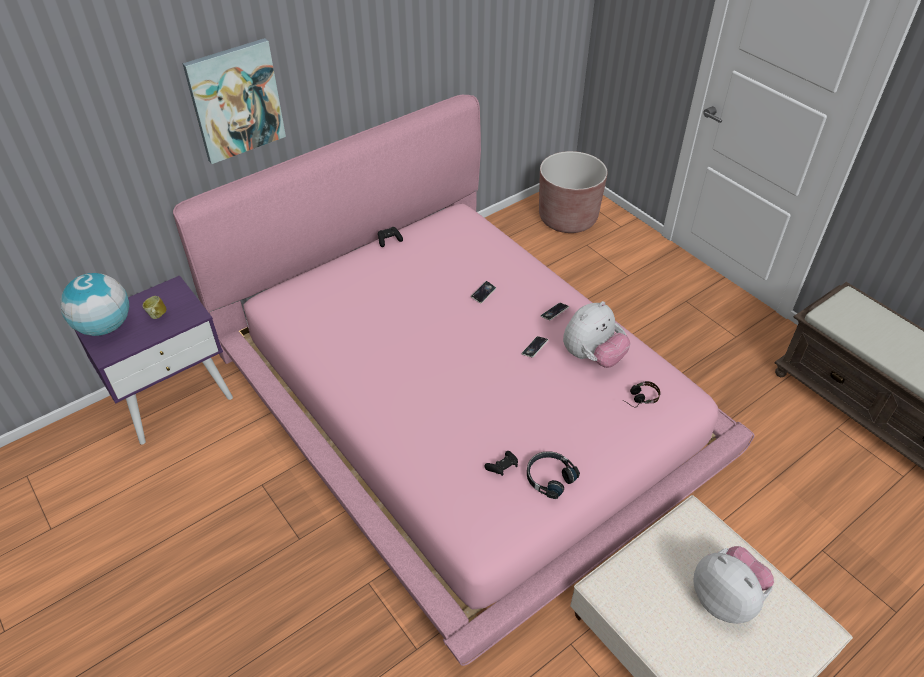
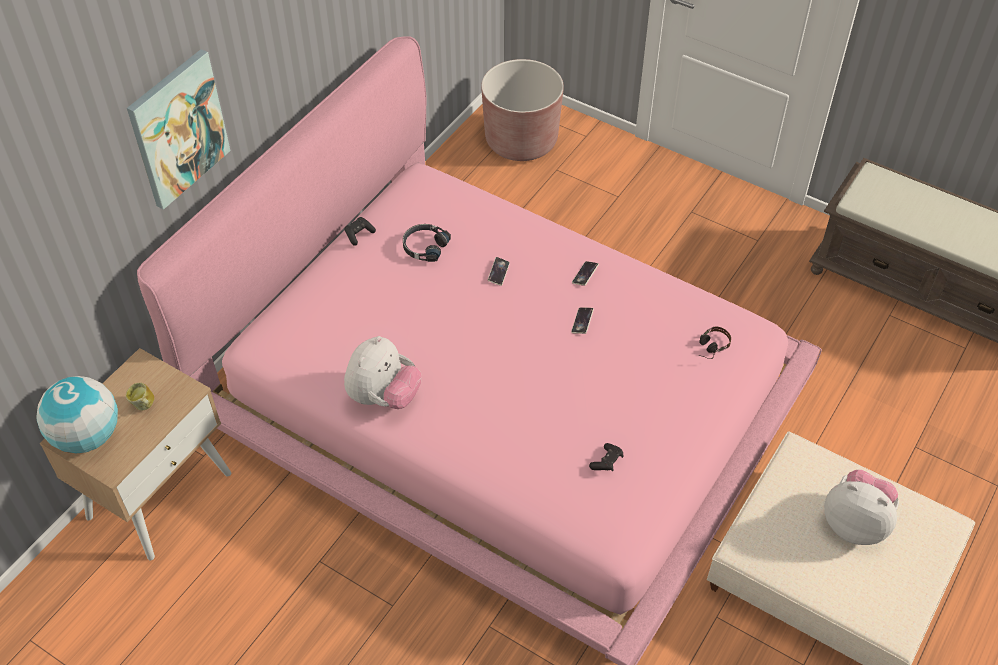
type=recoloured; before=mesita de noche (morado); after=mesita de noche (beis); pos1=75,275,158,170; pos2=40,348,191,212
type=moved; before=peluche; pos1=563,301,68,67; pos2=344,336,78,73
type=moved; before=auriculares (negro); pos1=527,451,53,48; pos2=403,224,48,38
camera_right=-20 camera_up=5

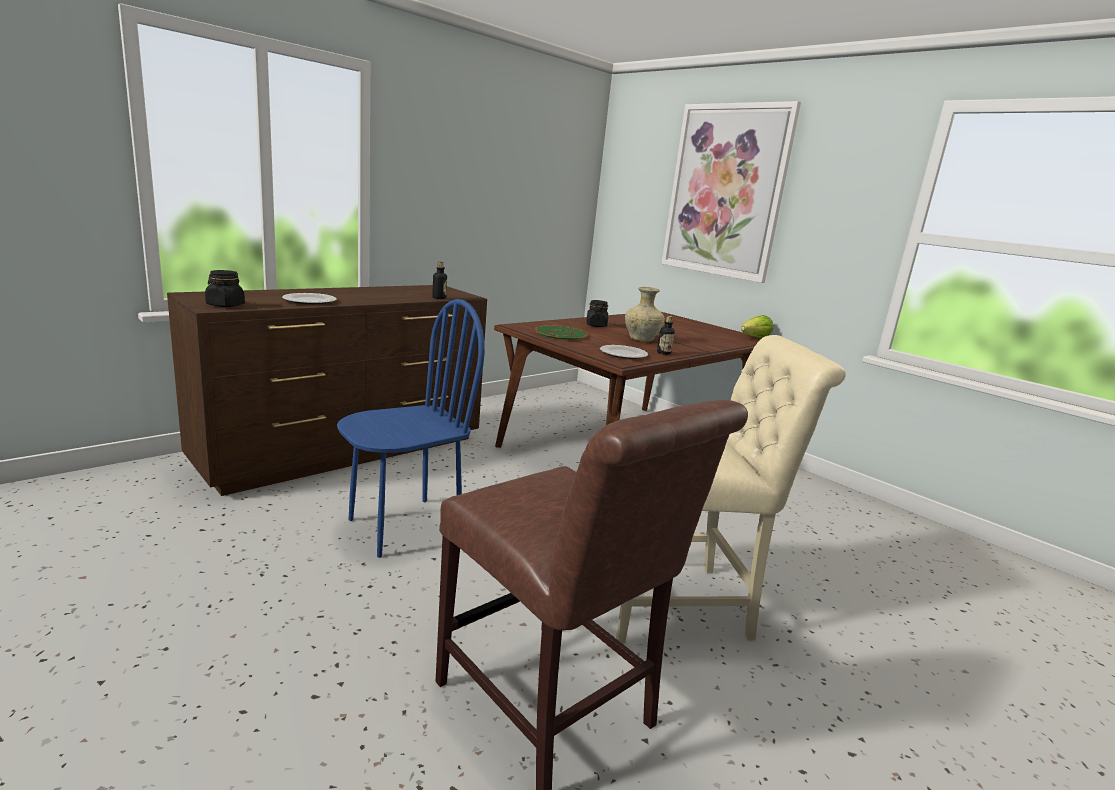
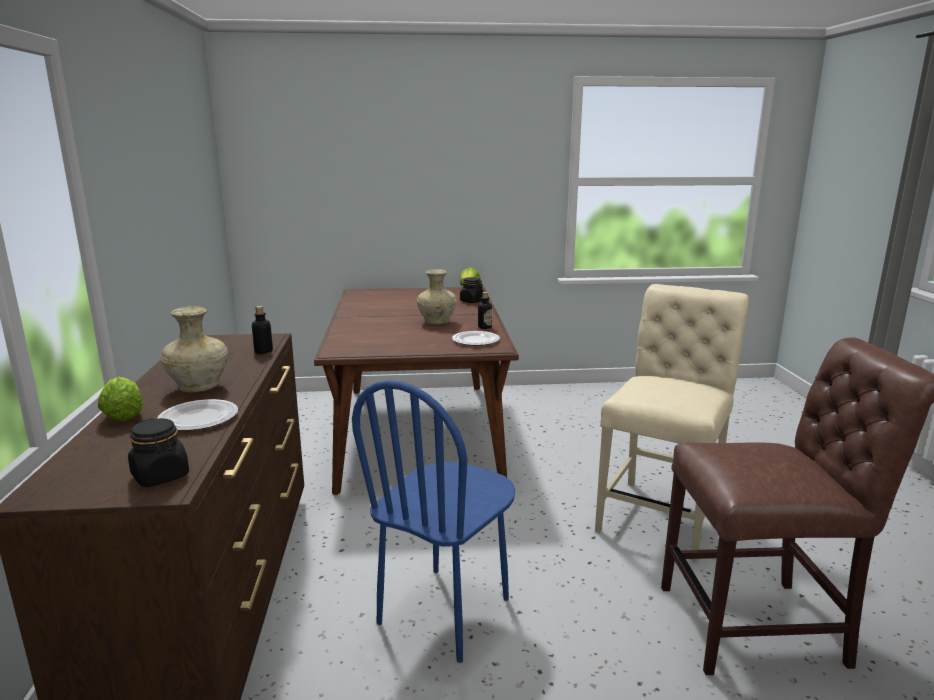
type=added; after=lechuga; pos2=98,377,45,44
type=added; after=florero (beis); pos2=161,306,67,86
type=turned; before=silla (azul); pos1=337,299,148,259; pos2=352,380,163,283; turn=-150
type=moved; before=tarro (negro); pos1=586,300,22,27; pos2=460,277,24,26
type=removed; before=plato (verde); pos1=535,326,53,14
type=removed; before=cuadro; pos1=662,101,139,182
camera_right=-50 camera_up=0

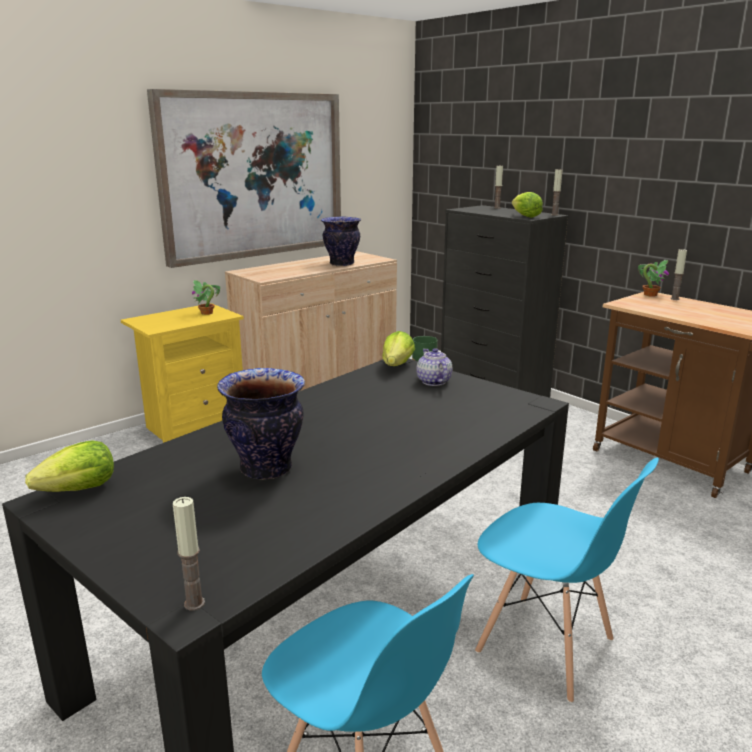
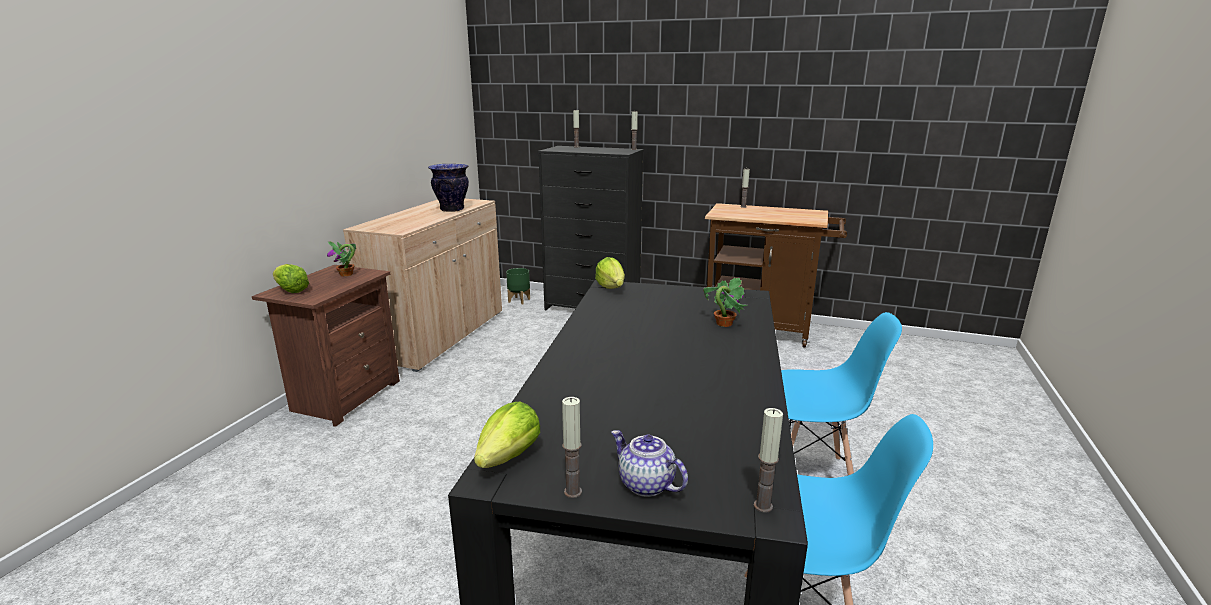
type=recoloured; before=mesita de noche (amarillo); after=mesita de noche (marrón); pos1=121,303,123,140; pos2=252,265,148,162
type=moved; before=lechuga; pos1=512,192,31,26; pos2=273,264,36,29
type=added; after=vela; pos2=562,397,20,101
type=moved; before=tetera; pos1=416,348,36,38; pos2=611,430,77,67
type=moved; before=planta en maceta; pos1=638,260,31,37; pos2=703,278,45,49
type=removed; before=cuadro; pos1=147,89,194,179
type=removed; before=florero; pos1=217,368,88,112
camera_right=-30 camera_up=0

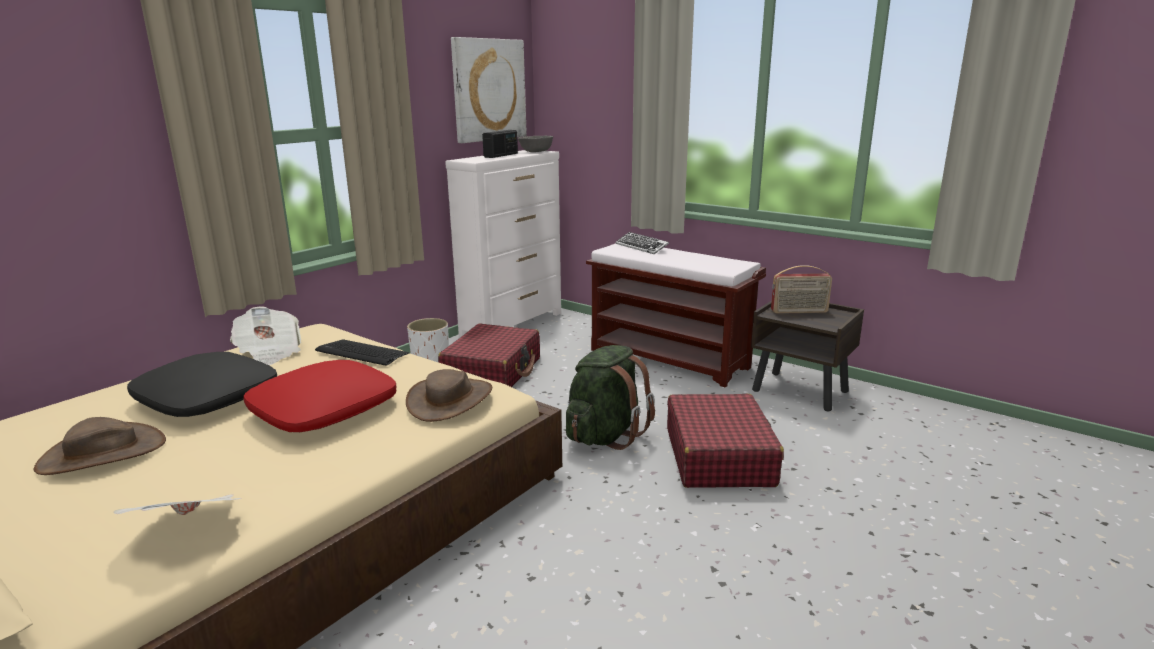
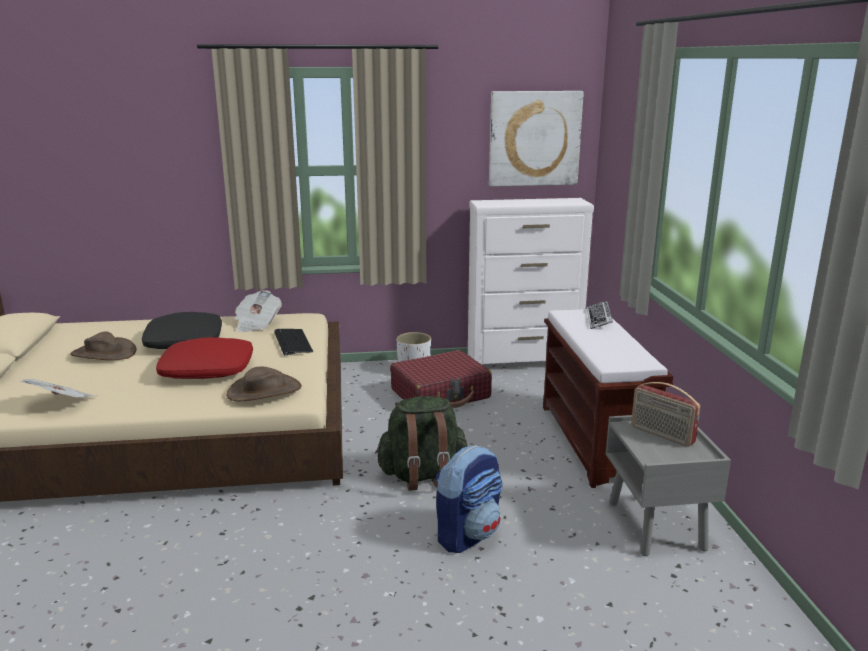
type=replaced; before=maleta (rojo); after=mochila; pos1=667,394,117,94; pos2=435,445,68,108
type=recoloured; before=mesita de noche (marrón); after=mesita de noche (gris); pos1=751,301,113,110; pos2=606,415,125,141
type=removed; before=radio; pos1=482,130,36,28
type=removed; before=cuenco (gris); pos1=518,136,35,16
camera_right=45 camera_up=0

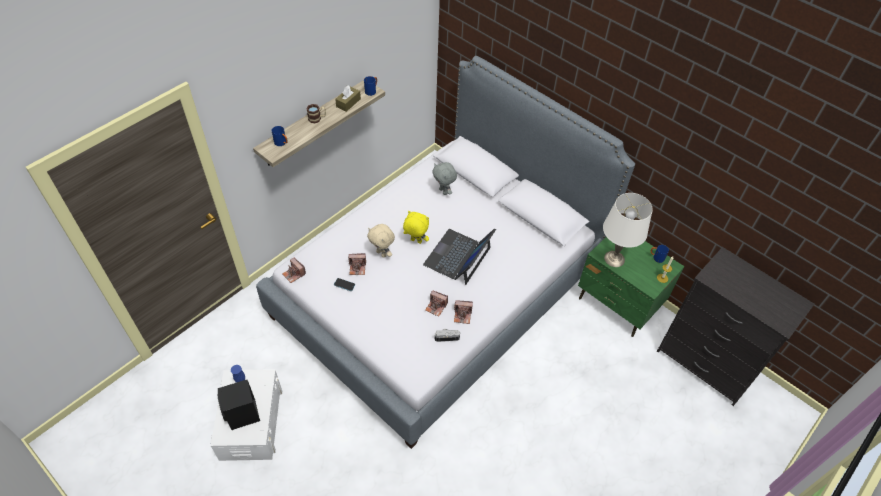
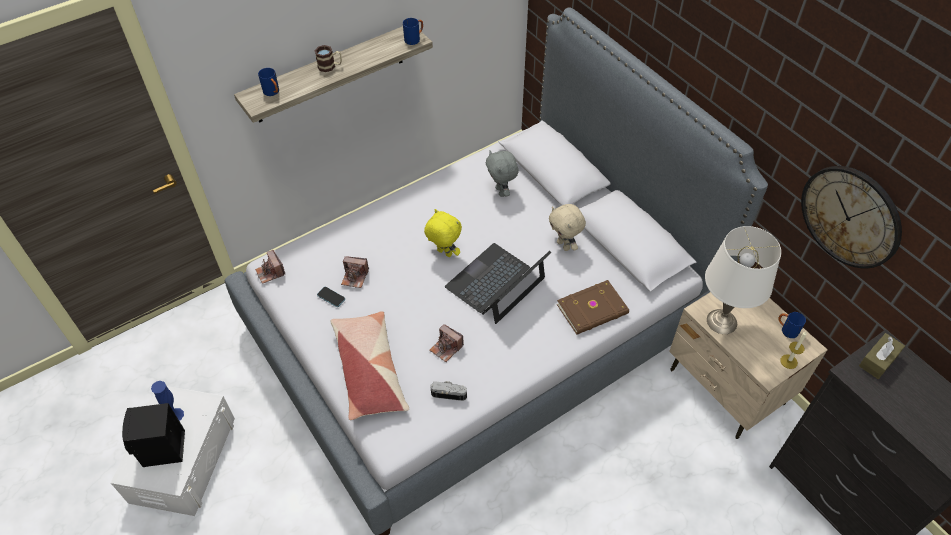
type=added; after=cojín; pos2=331,311,78,109
type=moved; before=peluche (beis); pos1=367,224,28,34; pos2=549,204,37,47
type=added; after=libro (marrón); pos2=557,280,72,55
type=recoloured; before=mesita de noche (verde); after=mesita de noche (beis); pos1=578,237,107,100; pos2=669,292,159,147
type=added; after=reloj de pared; pos2=801,166,101,102
type=moved; before=caja de pañuelos (marrón); pos1=335,86,26,26; pos2=859,333,46,46
type=removed; before=cámara; pos1=454,300,19,24
camera_right=15 camera_up=0

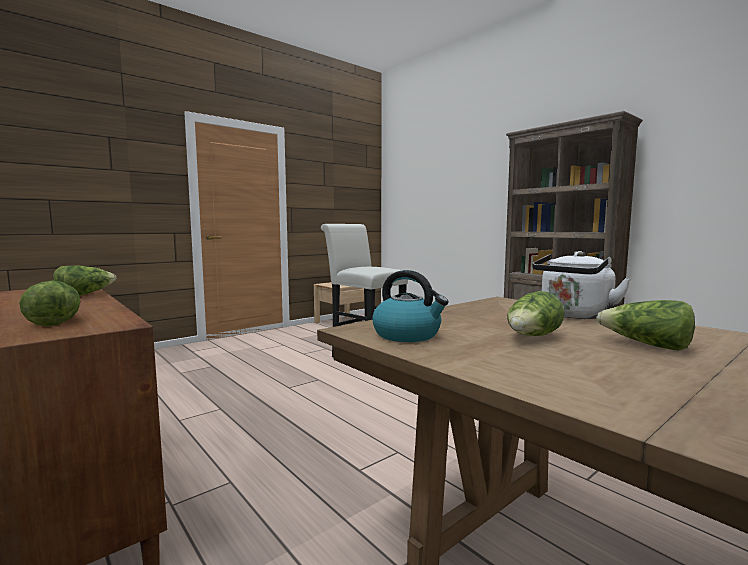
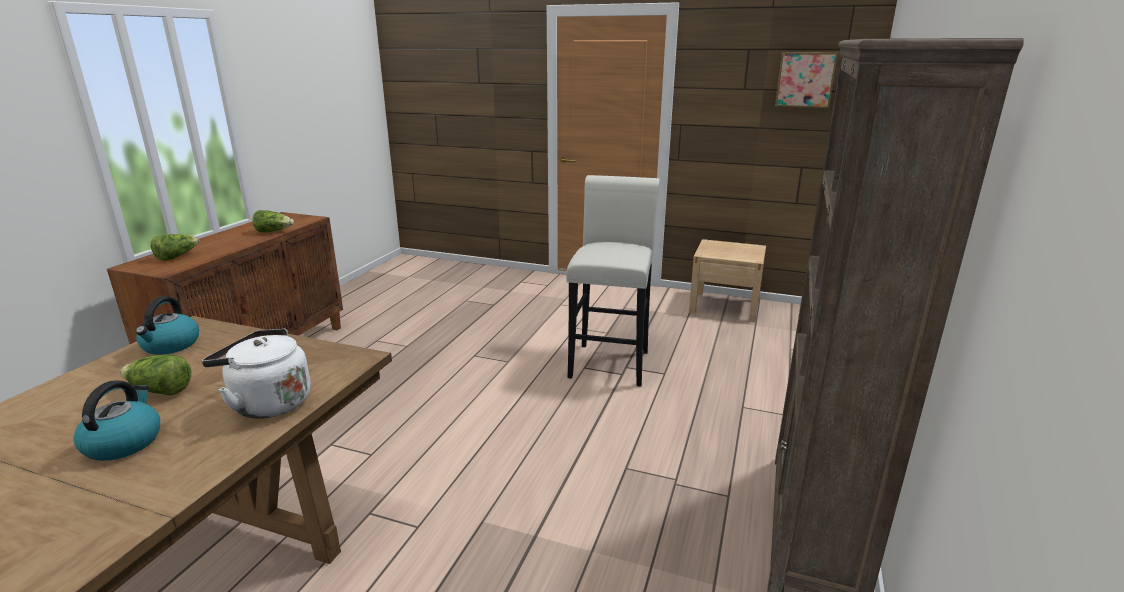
type=replaced; before=lechuga; after=hervidor; pos1=596,300,99,51; pos2=73,380,87,81
type=added; after=cuadro; pos2=775,52,63,56
camera_right=60 camera_up=15

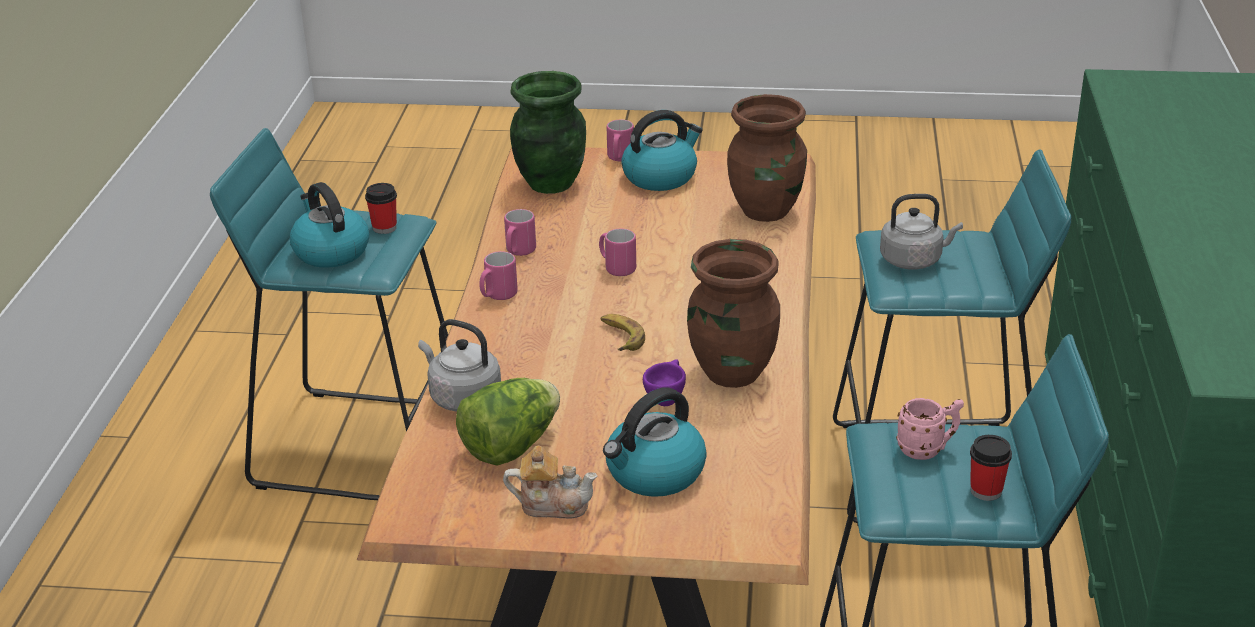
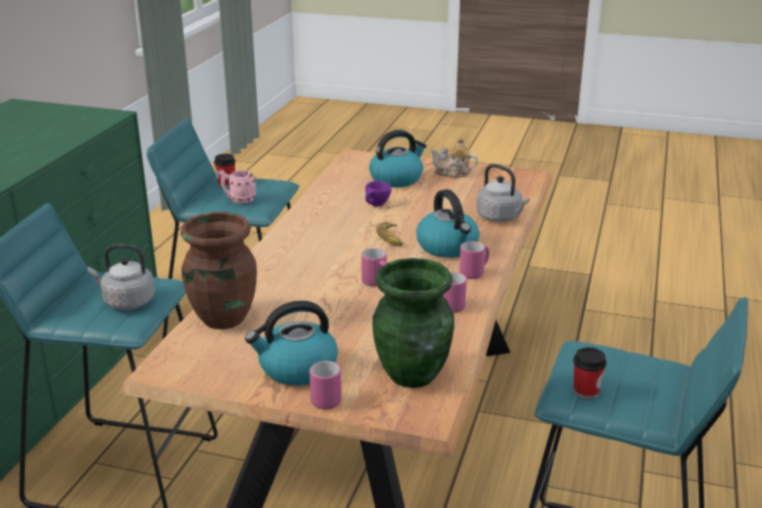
type=moved; before=hervidor; pos1=290,182,79,86; pos2=416,189,63,69
type=removed; before=lechuga; pos1=456,378,104,88
type=removed; before=florero (marrón); pos1=687,239,93,149
camera_right=-170 camera_up=-5

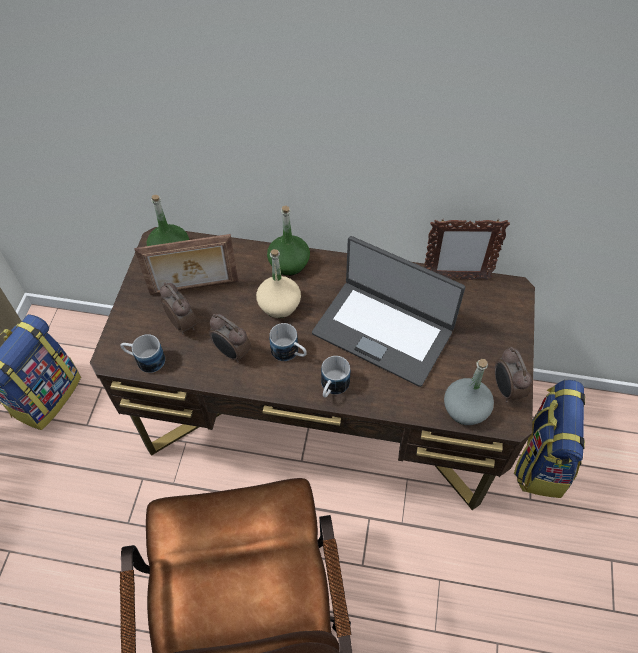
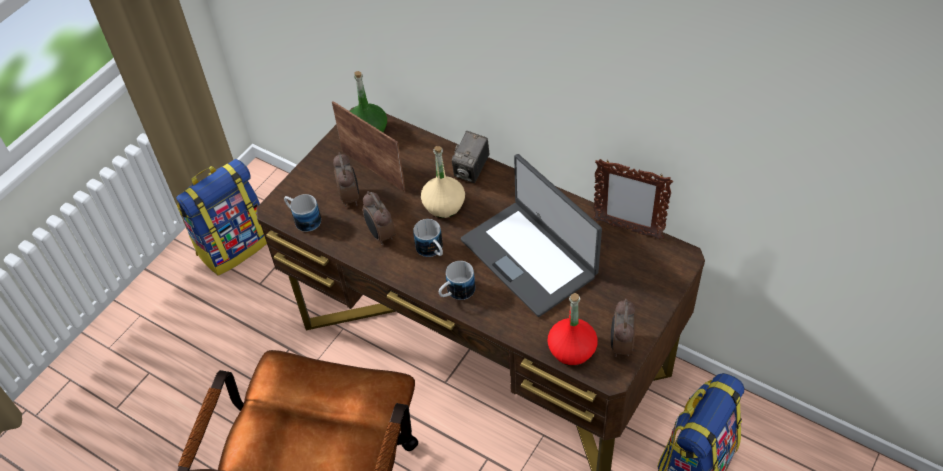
type=turned; before=portarretratos; pos1=134,234,104,61; pos2=332,101,73,91; turn=-150
type=replaced; before=botella (verde); after=cámara; pos1=267,206,43,70; pos2=452,131,38,52
type=recoloured; before=botella (gris); after=botella (rojo); pos1=444,359,50,66; pos2=548,293,50,73
camera_right=25 camera_up=-5

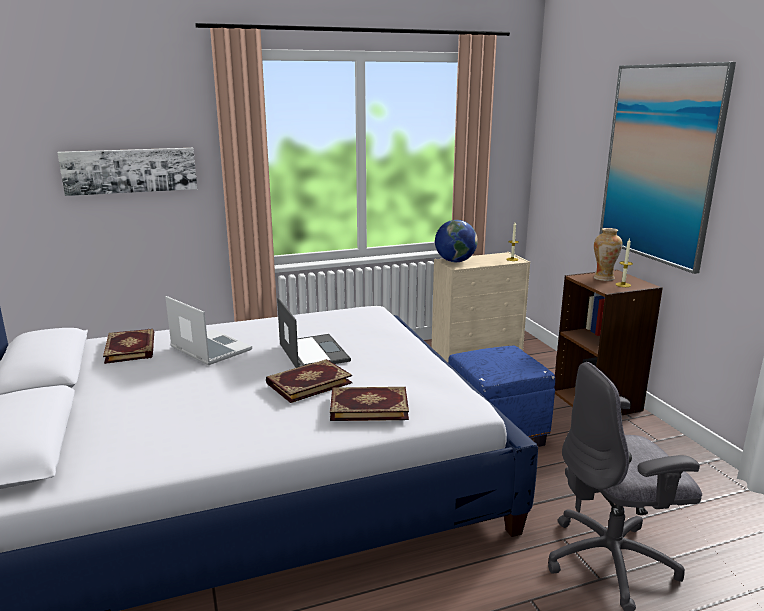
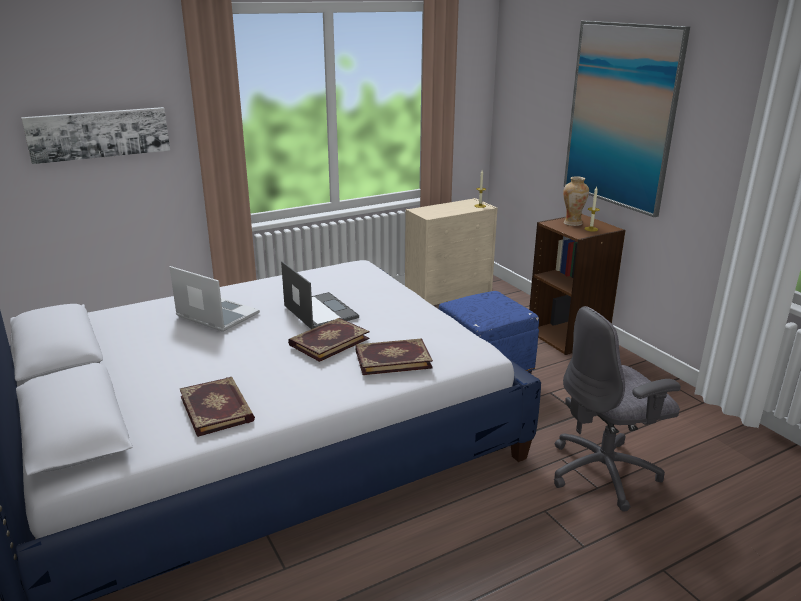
type=moved; before=libro; pos1=103,329,51,35; pos2=179,377,76,60
type=removed; before=globo terráqueo; pos1=435,220,43,42
camera_right=-10 camera_up=5

